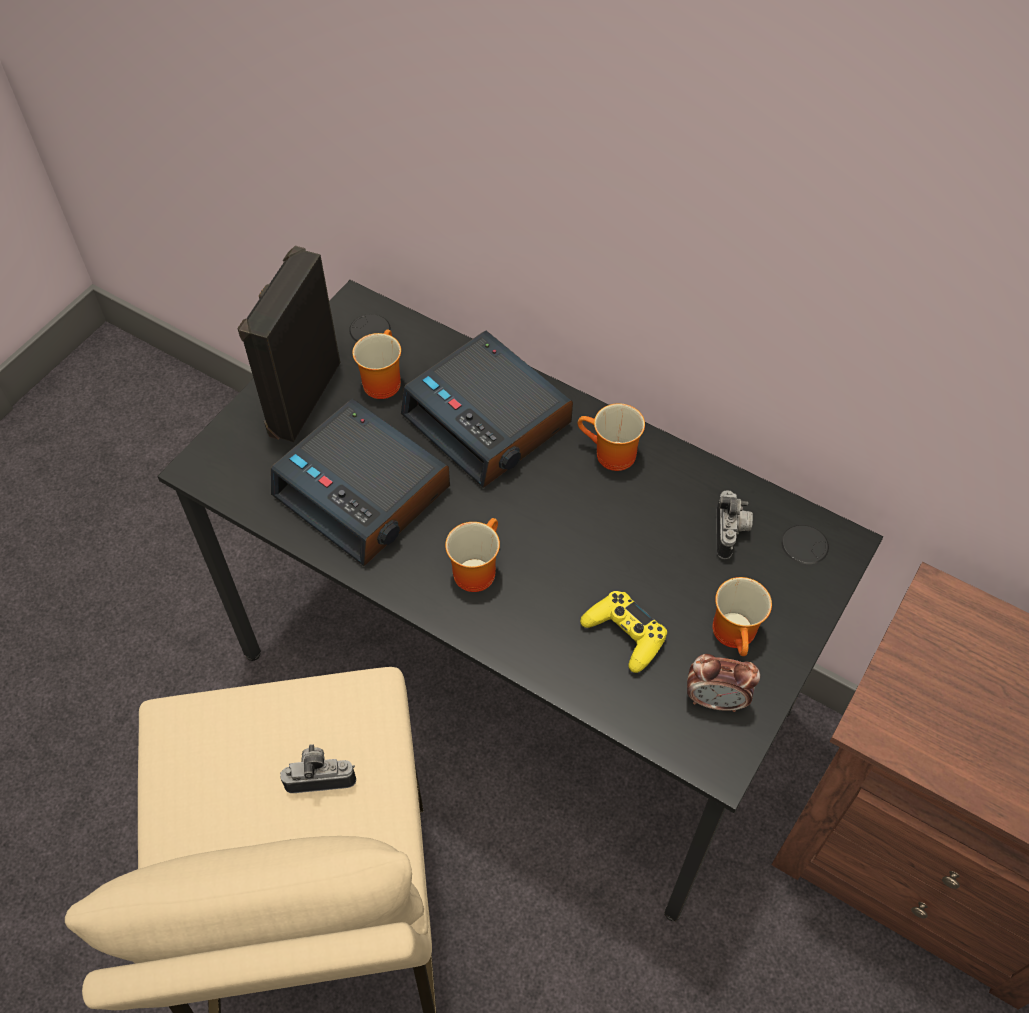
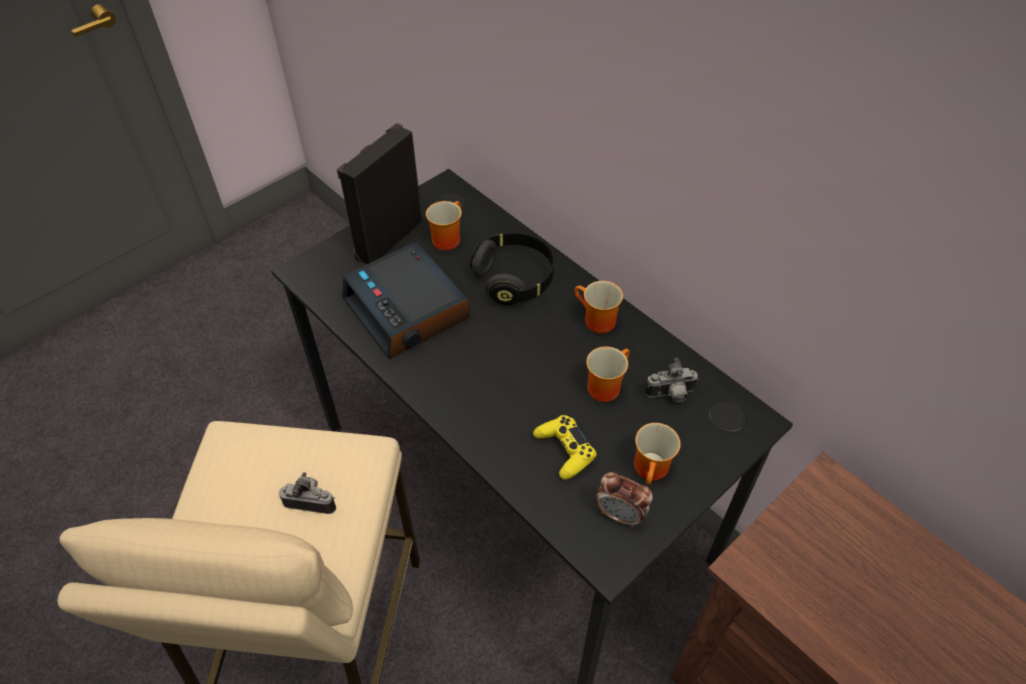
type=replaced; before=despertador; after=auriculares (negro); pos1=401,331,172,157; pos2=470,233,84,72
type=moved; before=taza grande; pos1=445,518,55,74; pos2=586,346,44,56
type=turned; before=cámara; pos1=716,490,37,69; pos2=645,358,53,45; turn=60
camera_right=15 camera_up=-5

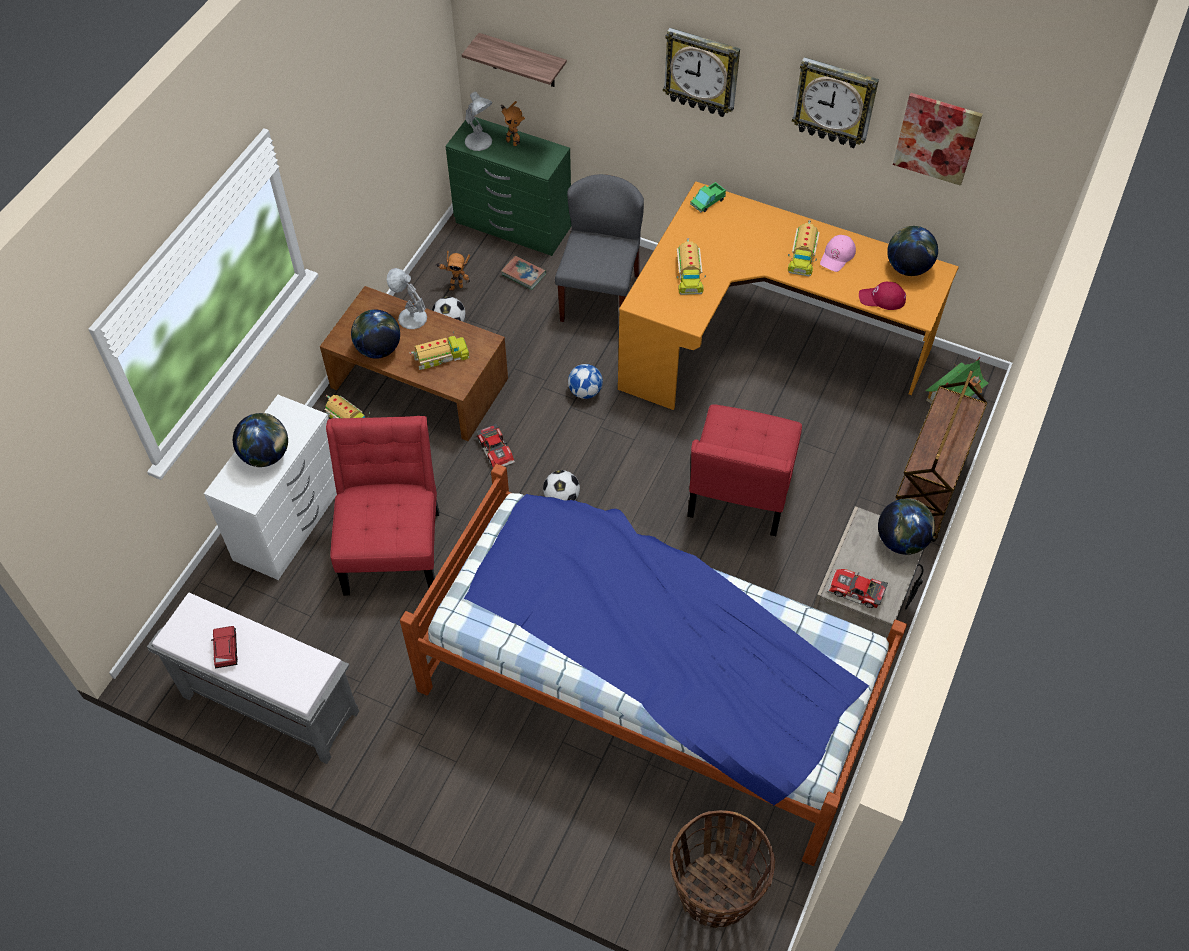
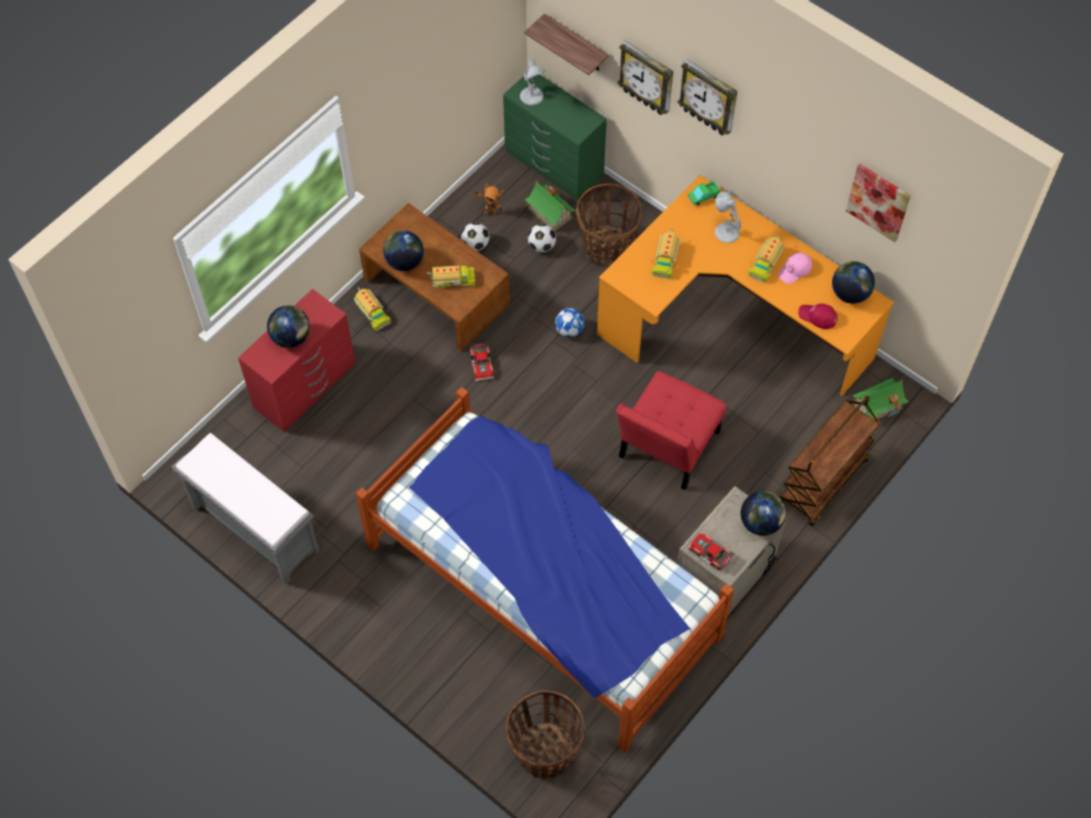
type=recoloured; before=cómoda (blanco); after=cómoda (rojo); pos1=204,395,133,185; pos2=238,289,117,143
type=replaced; before=libro; after=casita; pos1=501,256,45,34; pos2=525,180,51,51
type=moved; before=balón de fútbol; pos1=543,470,37,31; pos2=528,224,28,29
type=replaced; before=silla (gris); after=cesta; pos1=555,174,89,148; pos2=576,184,66,84
type=moved; before=reloj de pared; pos1=792,57,87,91; pos2=617,40,56,75
type=moved; before=lámpara de mesa (blanco); pos1=387,268,40,61; pos2=715,191,26,52
type=removed; before=coche de juguete (rojo); pos1=211,626,27,43
type=removed; before=silla (rojo); pos1=326,416,113,179
type=removed; before=robot de juguete; pos1=501,101,24,45
camera_right=15 camera_up=5

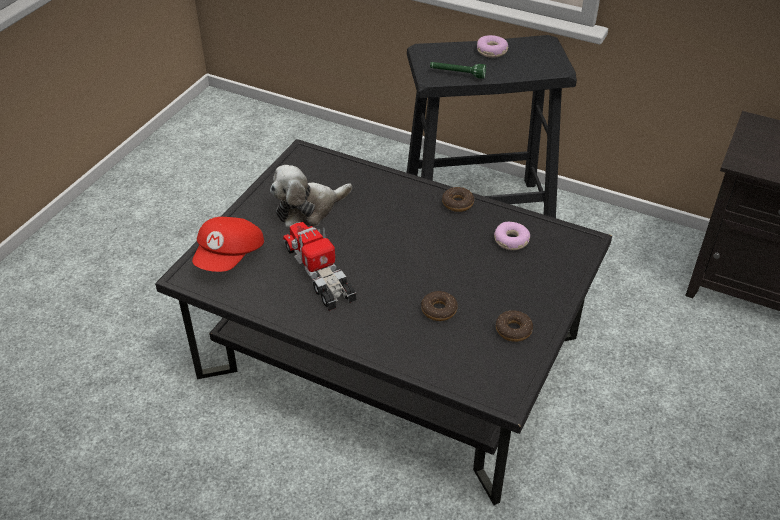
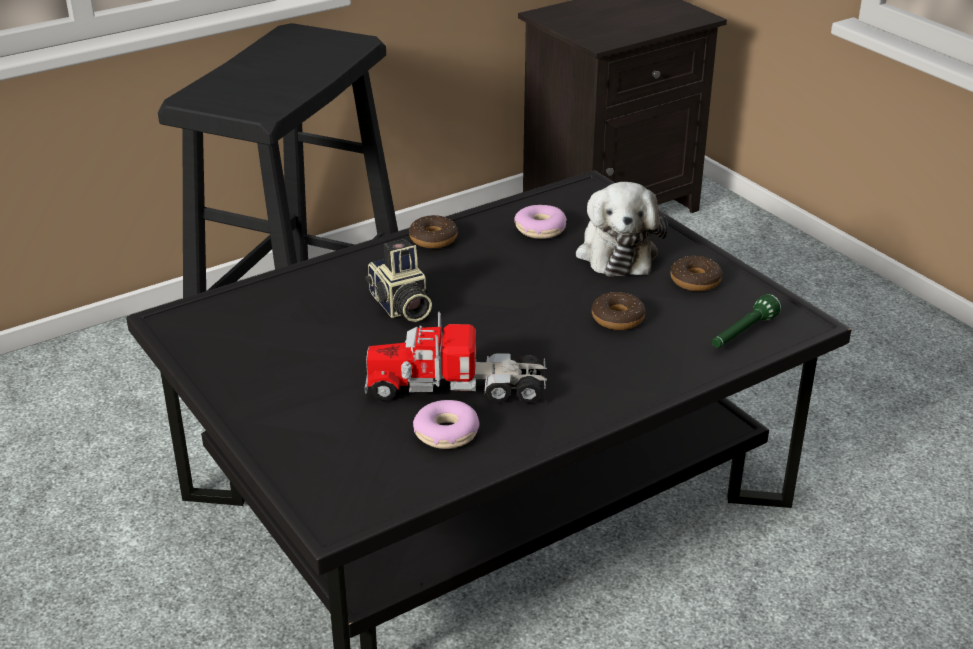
type=added; after=cámara; pos2=366,239,66,83
type=moved; before=rosquilla; pos1=477,35,32,23; pos2=413,400,66,49
type=moved; before=peluche; pos1=270,165,82,64; pos2=576,182,92,94
type=moved; before=linterna (verde); pos1=430,62,56,17; pos2=712,294,69,54
type=removed; before=gorra (rojo); pos1=192,217,72,55
camera_right=-60 camera_up=-10

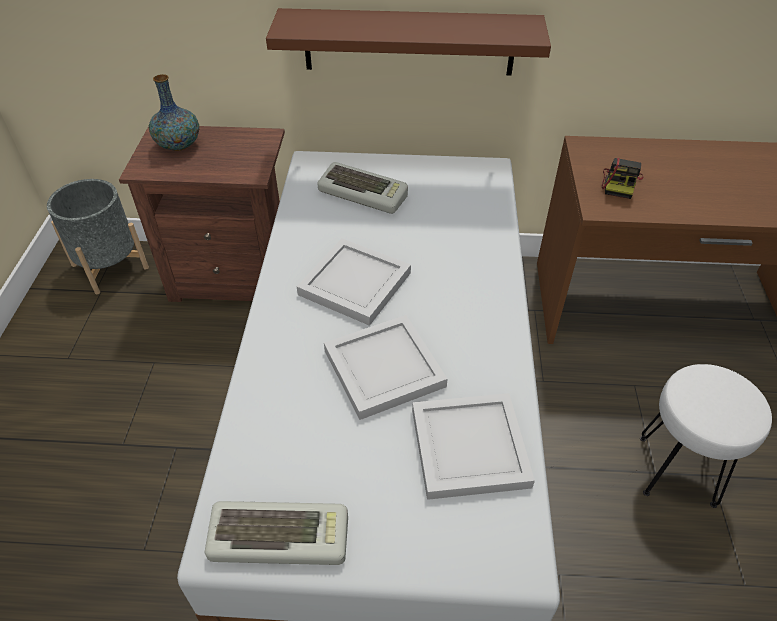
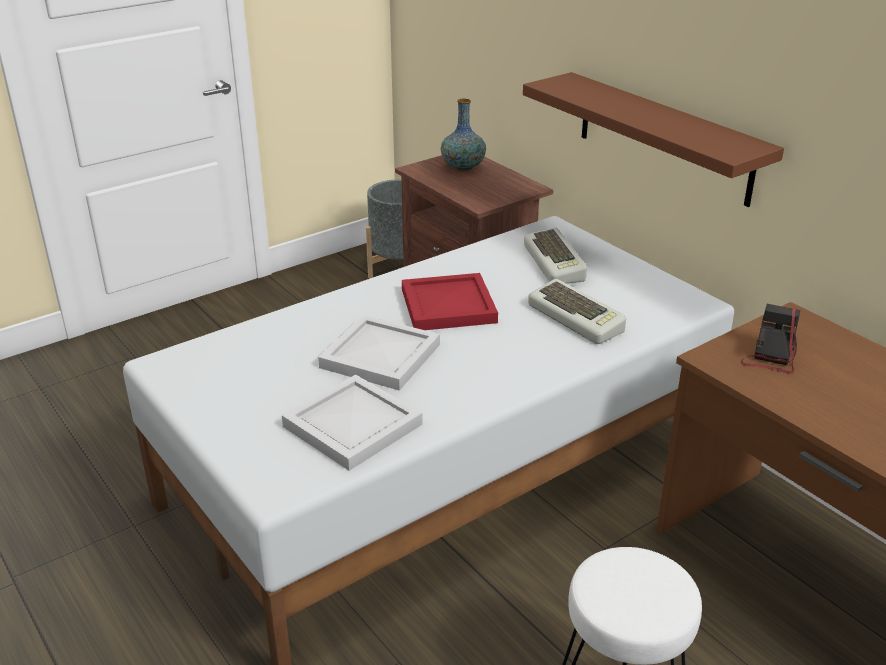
type=recoloured; before=bandeja (blanco); after=bandeja (rojo); pos1=297,238,114,88; pos2=402,273,96,57
type=moved; before=teclado; pos1=205,501,143,64; pos2=528,279,98,65
type=turned; before=cámara; pos1=602,158,41,41; pos2=741,304,59,70; turn=135
camera_right=50 camera_up=-15

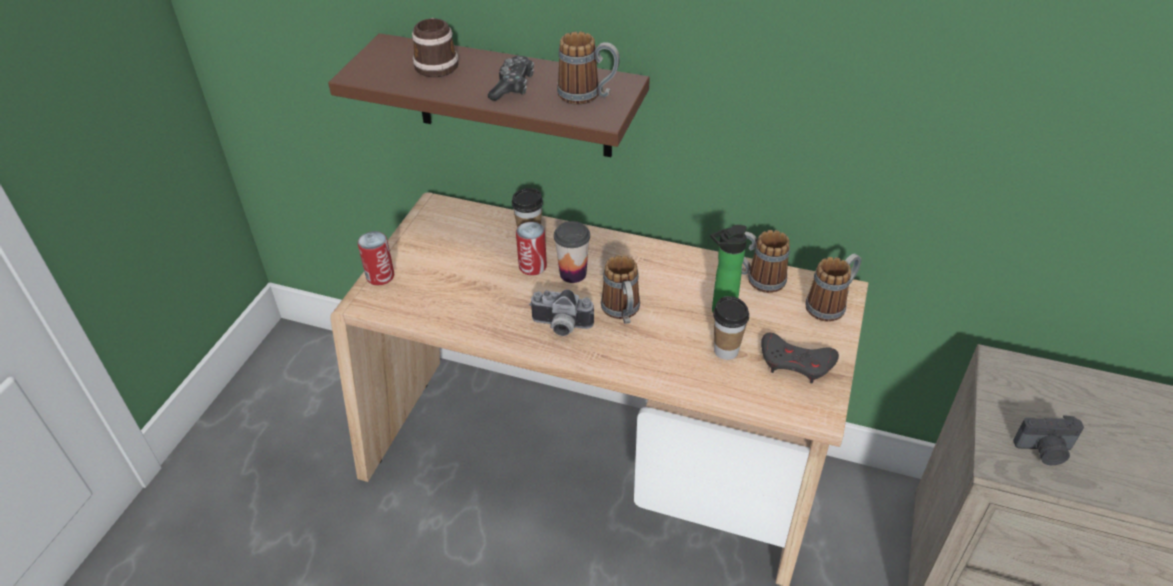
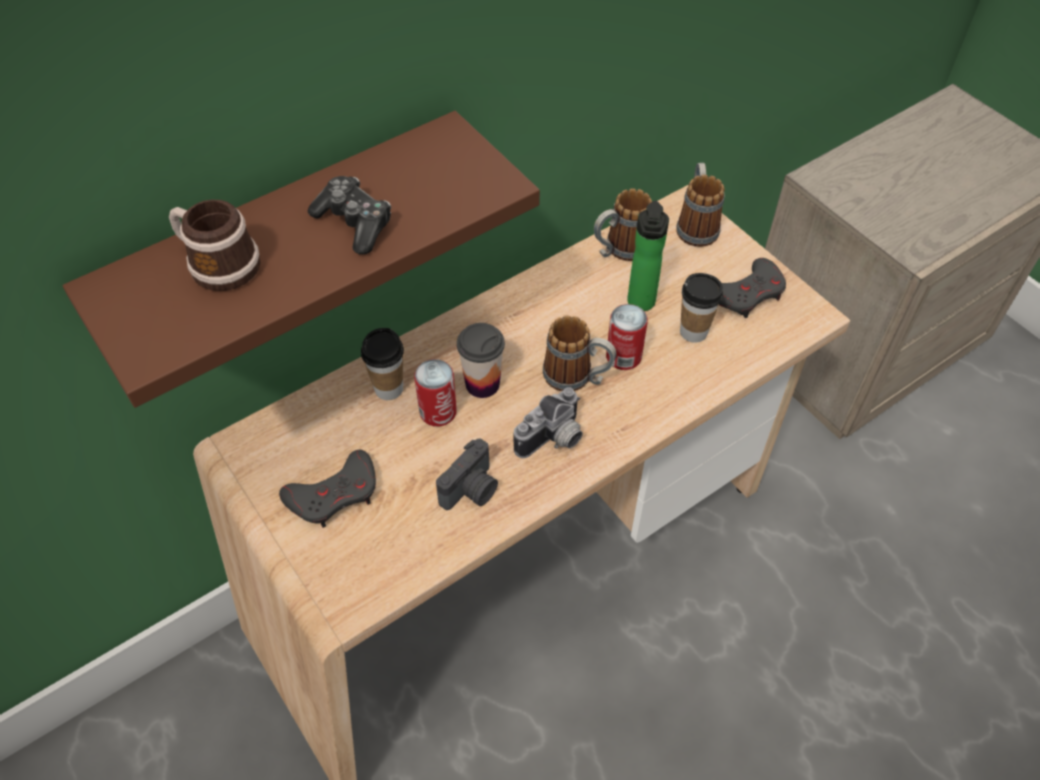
type=added; after=mando de consola (gris); pos2=279,450,97,78
type=moved; before=cámara; pos1=1013,415,71,50; pos2=436,438,62,72
type=moved; before=lata; pos1=358,231,36,54; pos2=606,304,42,66
type=removed; before=taza grande; pos1=557,32,63,73
camera_right=-55 camera_up=10

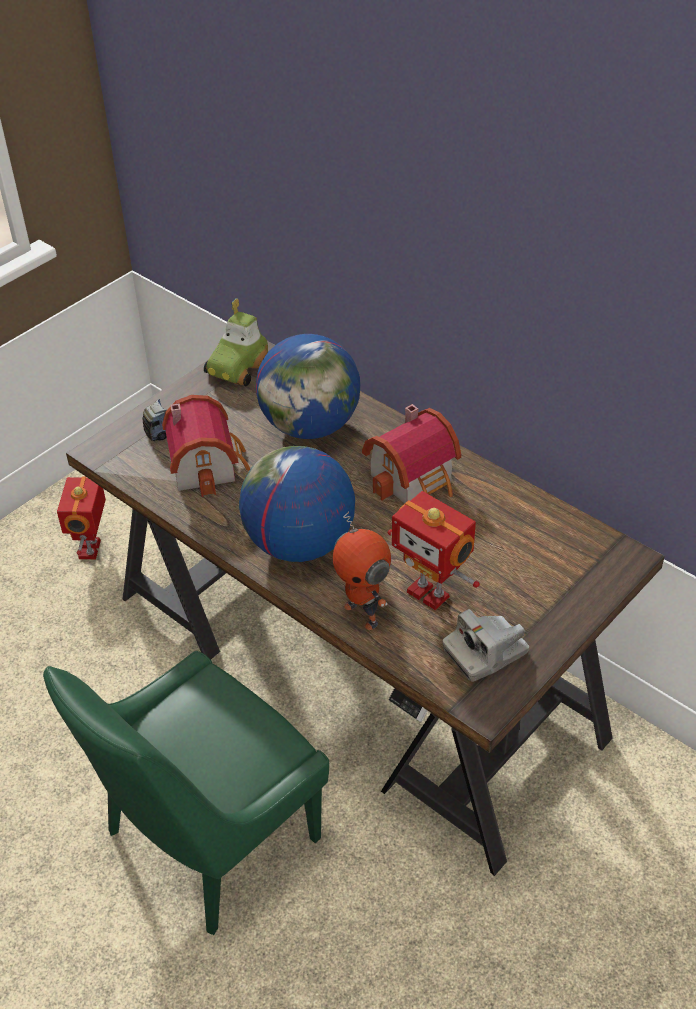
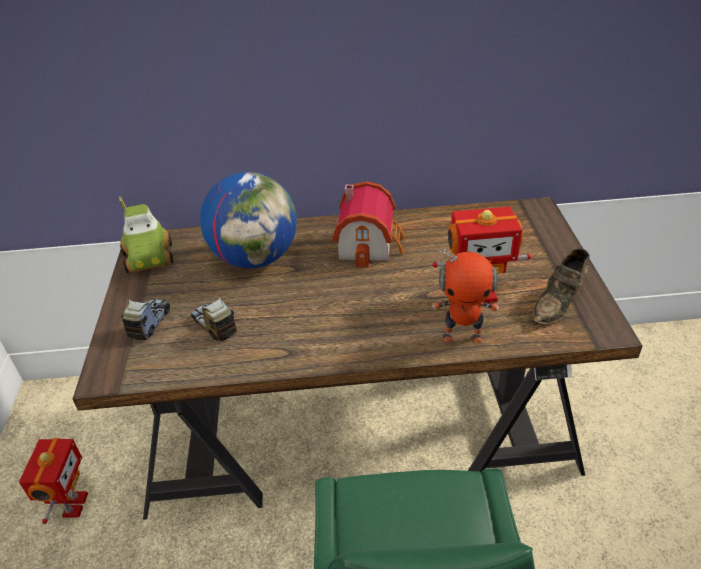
type=turned; before=robot de juguete; pos1=57,476,49,83; pos2=19,438,69,86; turn=-135
type=replaced; before=casita; after=camión de juguete; pos1=162,395,88,102; pos2=191,297,46,44
type=replaced; before=cámara; after=zapato (marrón); pos1=442,609,87,73; pos2=533,249,57,76
type=removed; before=globo terráqueo; pos1=239,446,116,116
camera_right=-45 camera_up=-5

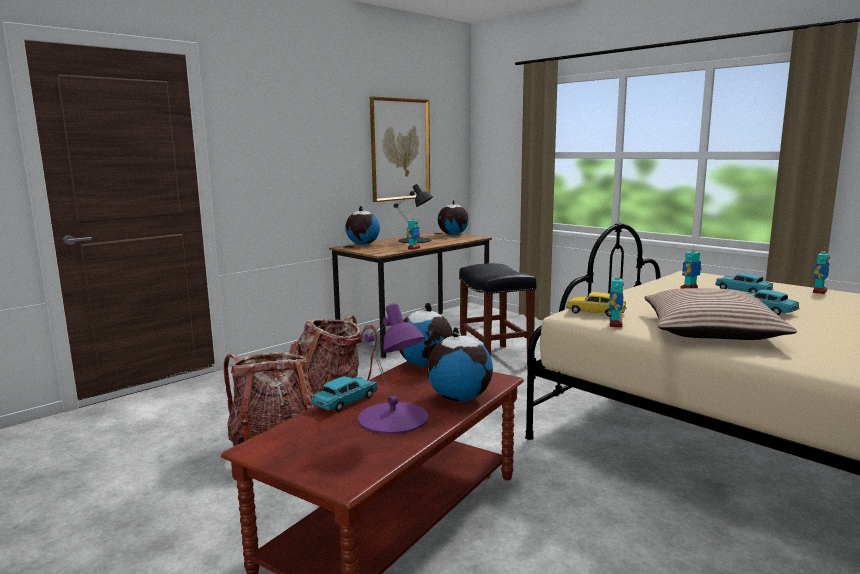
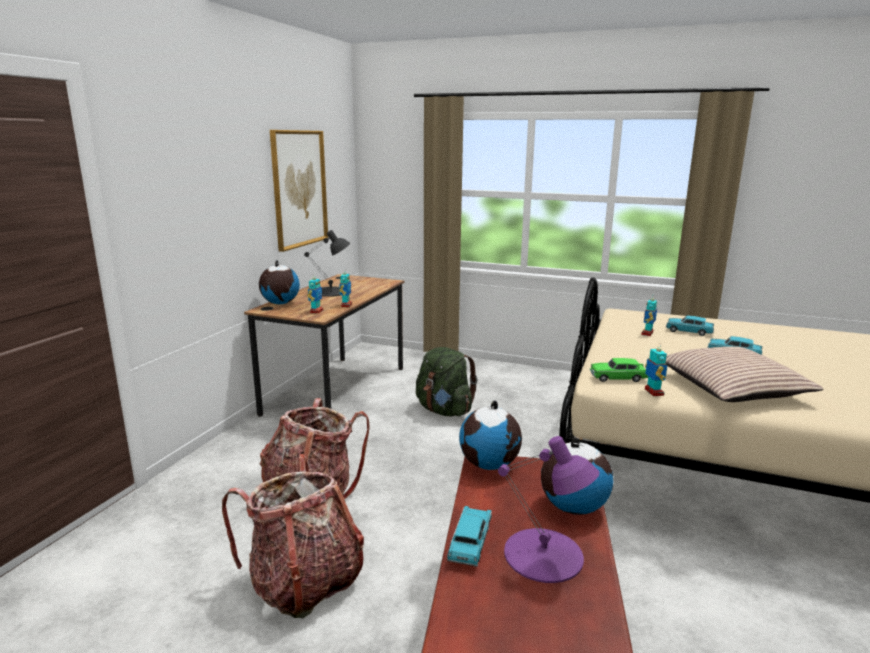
type=moved; before=robot de juguete; pos1=813,249,17,45; pos2=307,274,17,40
type=replaced; before=taburete (negro); after=mochila (verde); pos1=459,263,77,103; pos2=416,347,62,69
type=recoloured; before=coche de juguete (amarillo); after=coche de juguete (verde); pos1=566,292,61,25; pos2=590,358,58,24
type=removed; before=globo terráqueo; pos1=438,200,31,35
camera_right=-25 camera_up=5

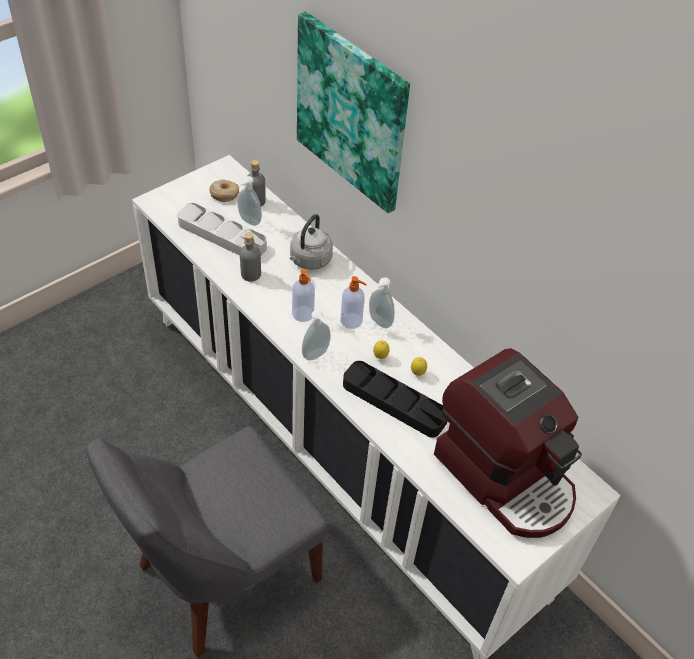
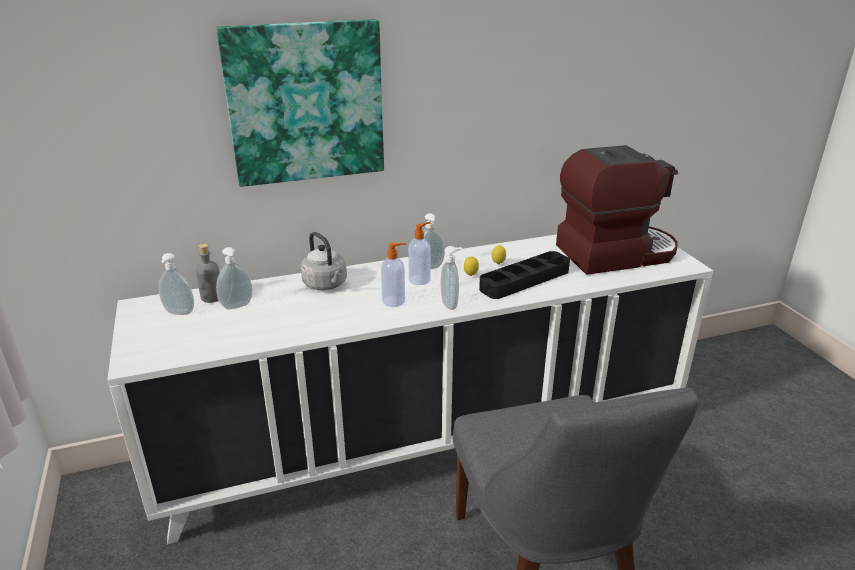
type=replaced; before=rosquilla; after=dispensador de jabón; pos1=209,179,30,23; pos2=159,253,35,62
type=removed; before=bandeja (gris); pos1=177,203,90,53
type=removed; before=botella (gris); pos1=240,232,21,50
camera_right=-65 camera_up=-20

